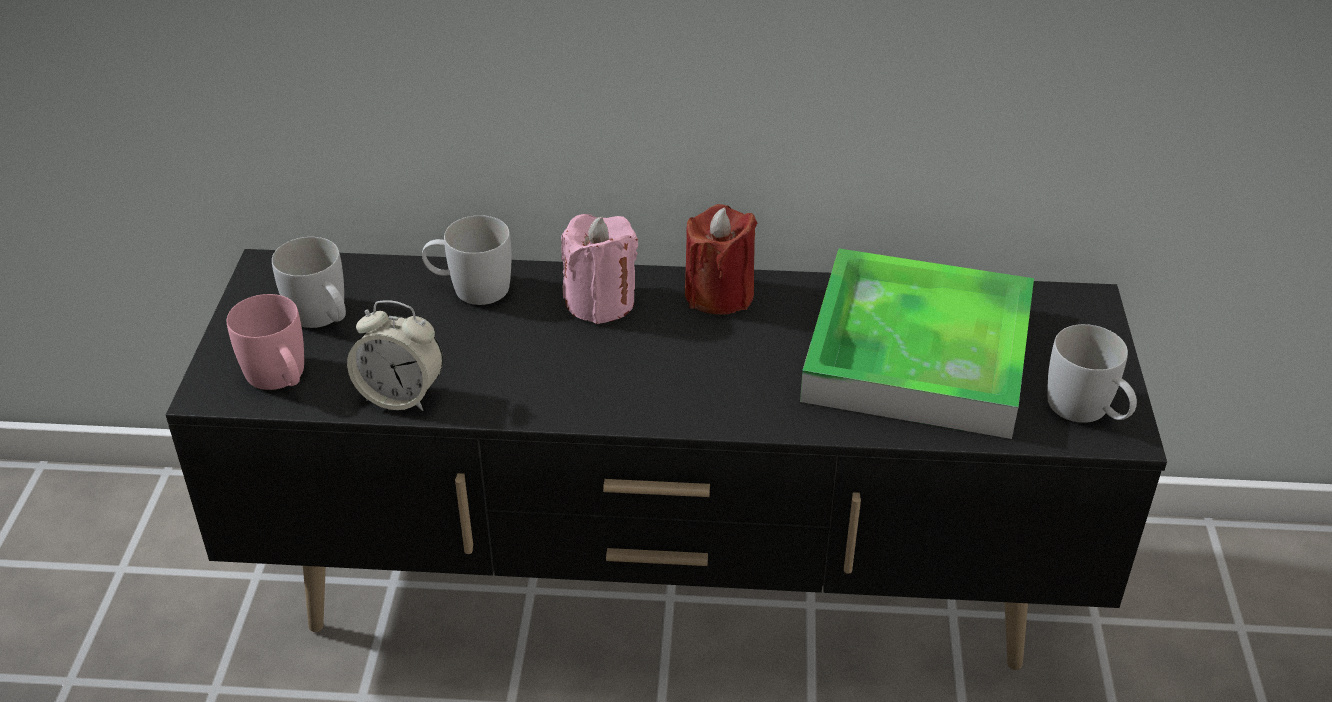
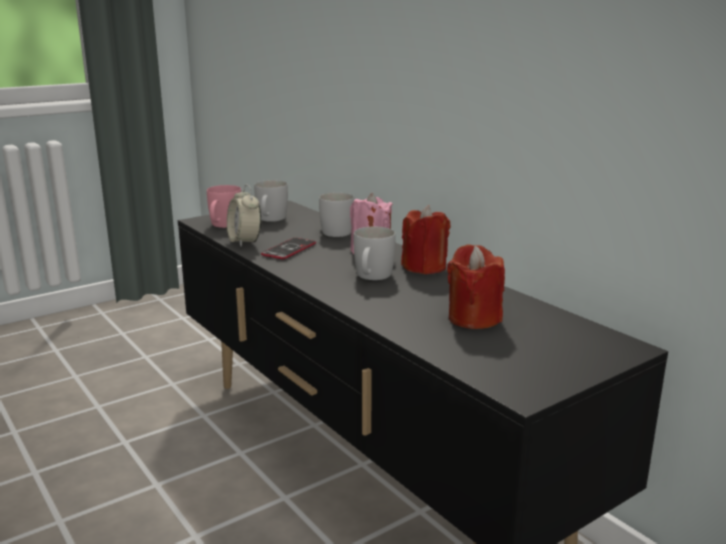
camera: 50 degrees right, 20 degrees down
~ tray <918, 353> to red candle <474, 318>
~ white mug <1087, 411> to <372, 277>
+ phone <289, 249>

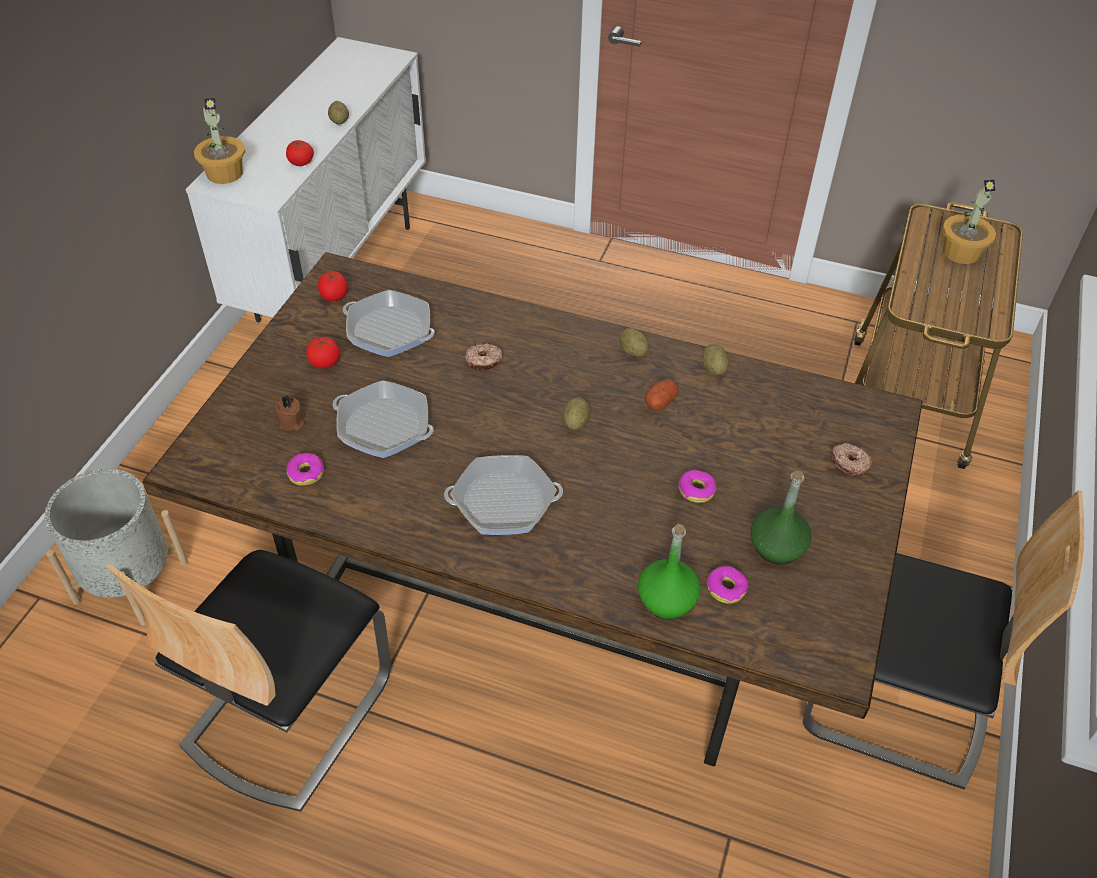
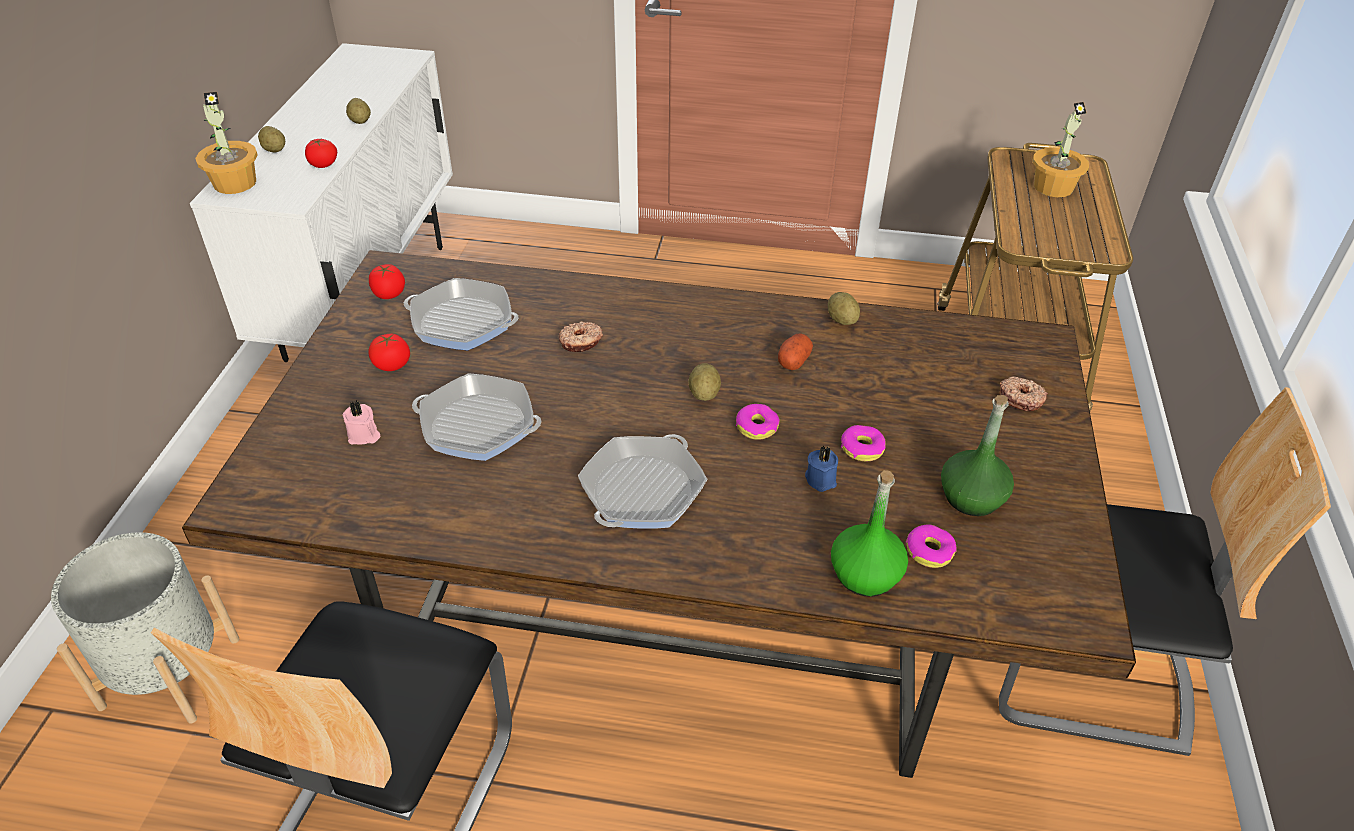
camera: 10 degrees left, 5 degrees down
~ potato <633, 351> to <274, 150>
~ brown candle <292, 422> to pink candle <364, 435>
~ donut <306, 473> to <757, 427>
~ frying pan <503, 502> = <642, 491> 135 degrees clockwise
+ blue candle <821, 478>

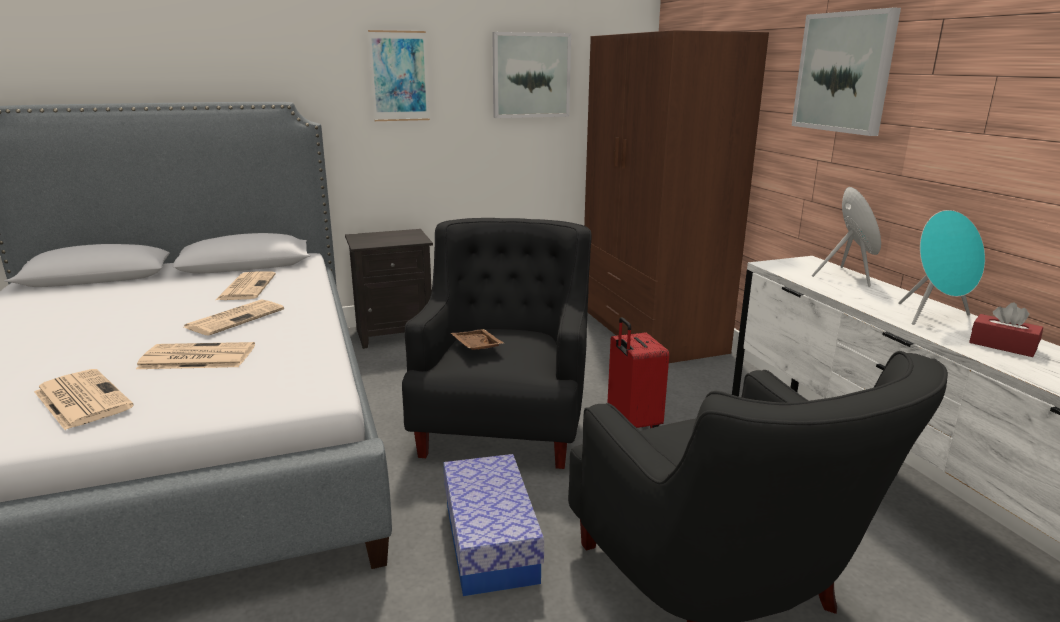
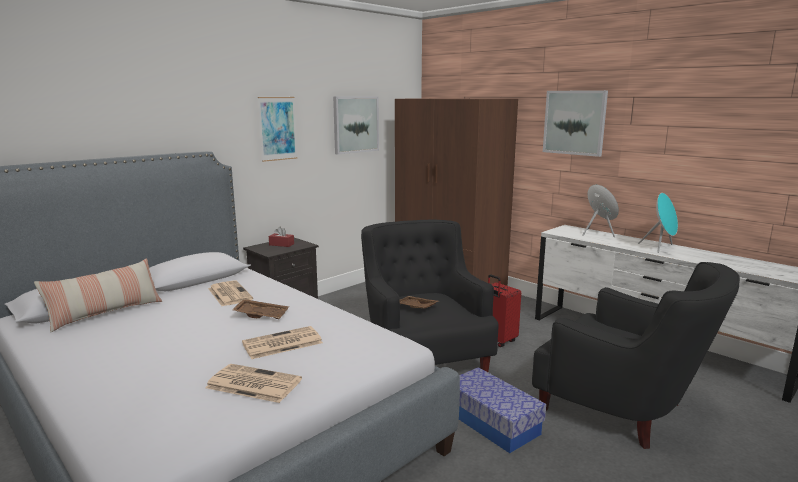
camera: 25 degrees left, 5 degrees down
~ newspaper <235, 318> to brown tray <262, 314>
~ red tissue box <1002, 345> to <281, 244>
+ pillow <105, 313>

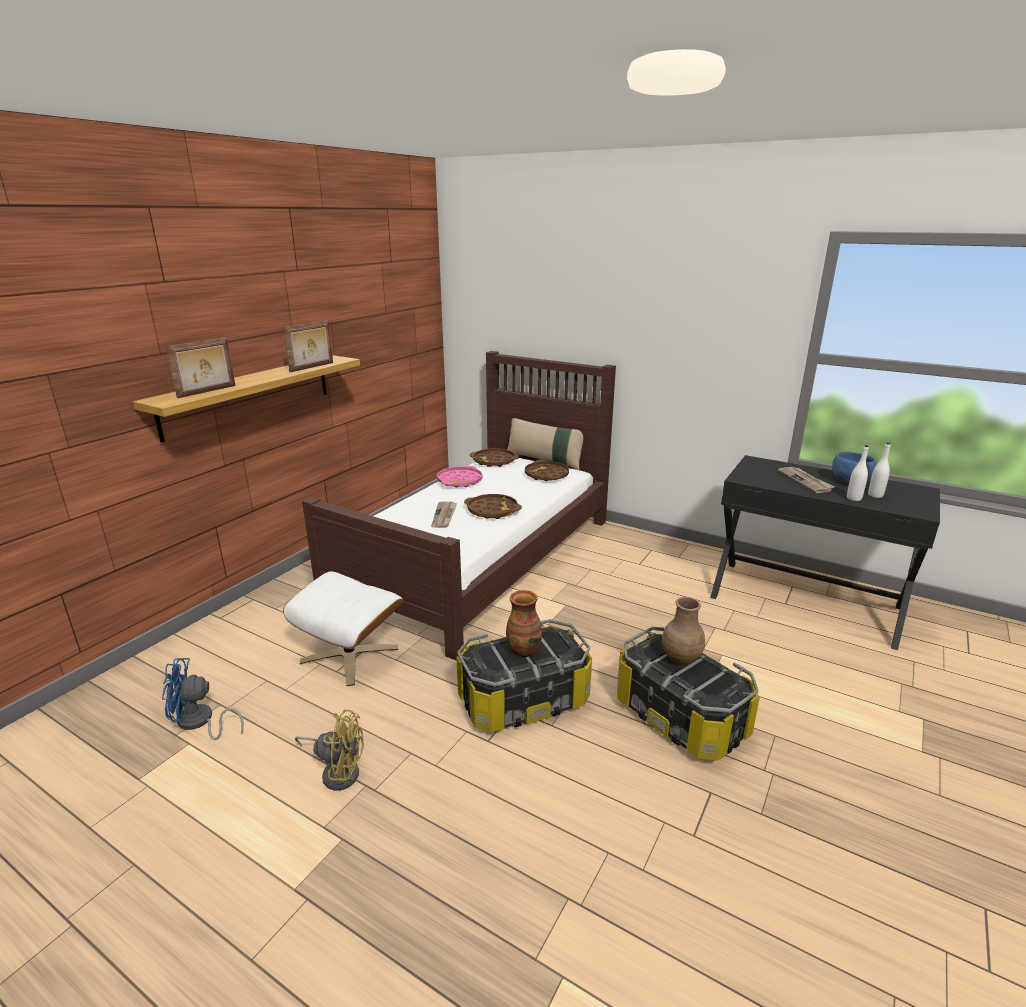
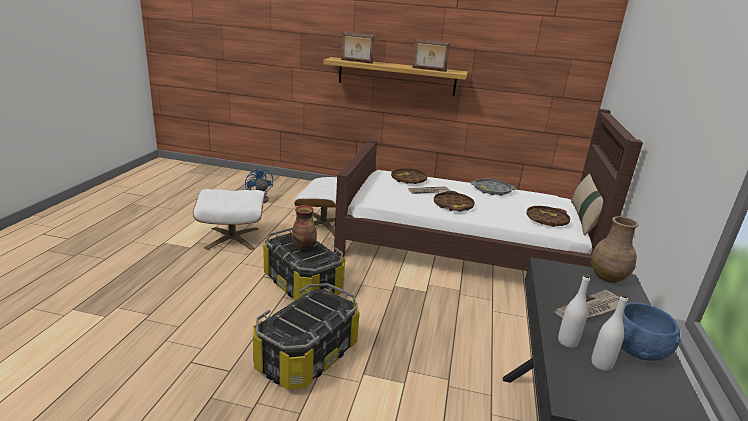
camera: 70 degrees right, 0 degrees up
~ brown tray <494, 461> to <408, 179>
~ pink tray <459, 481> to grey tray <492, 190>
~ brown vase <681, 658> to <608, 277>
~ yellow fan <337, 771> to white ottoman <232, 238>

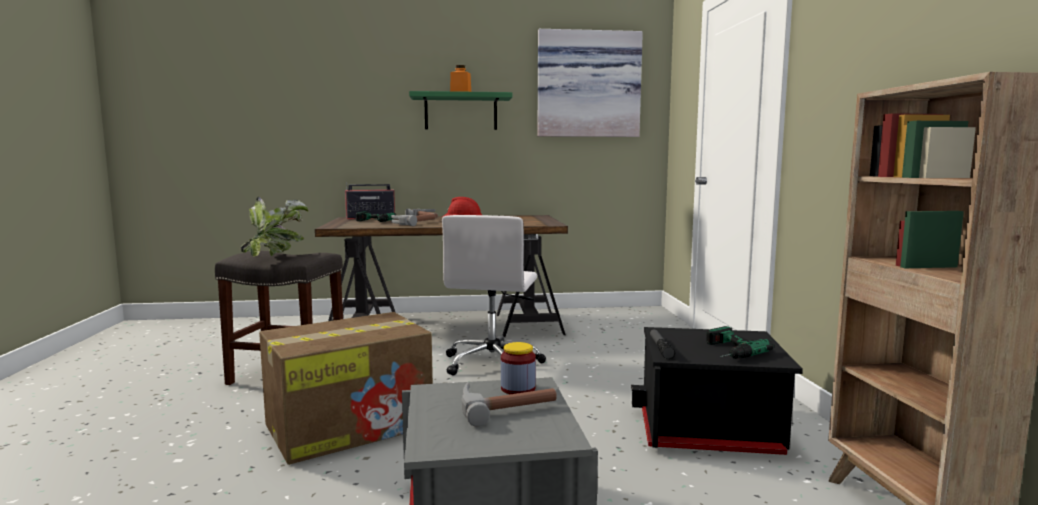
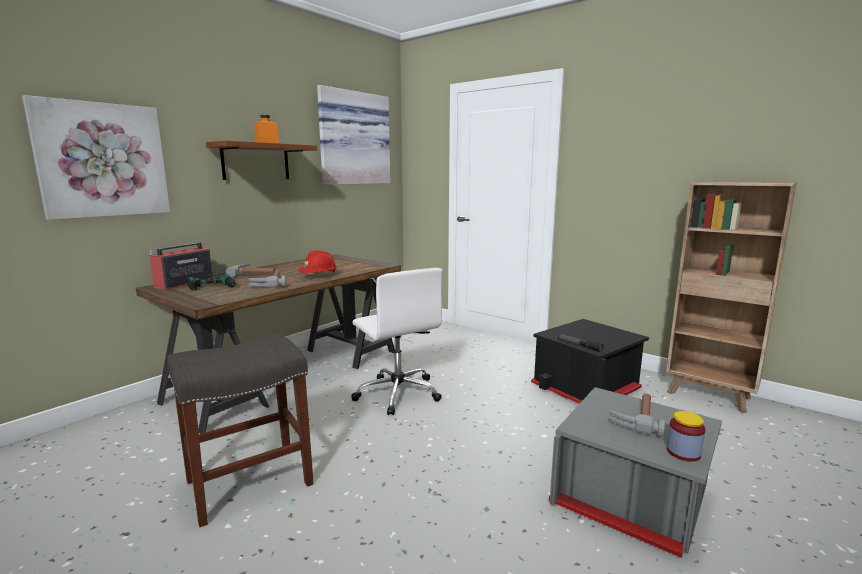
camera: 45 degrees left, 5 degrees up
~ green shelf <461, 112> to brown shelf <256, 162>
- potted plant <275, 256>
- cardboard box <351, 425>
- power drill <726, 351>
~ jar <518, 388> to <683, 452>
+ picture <102, 160>

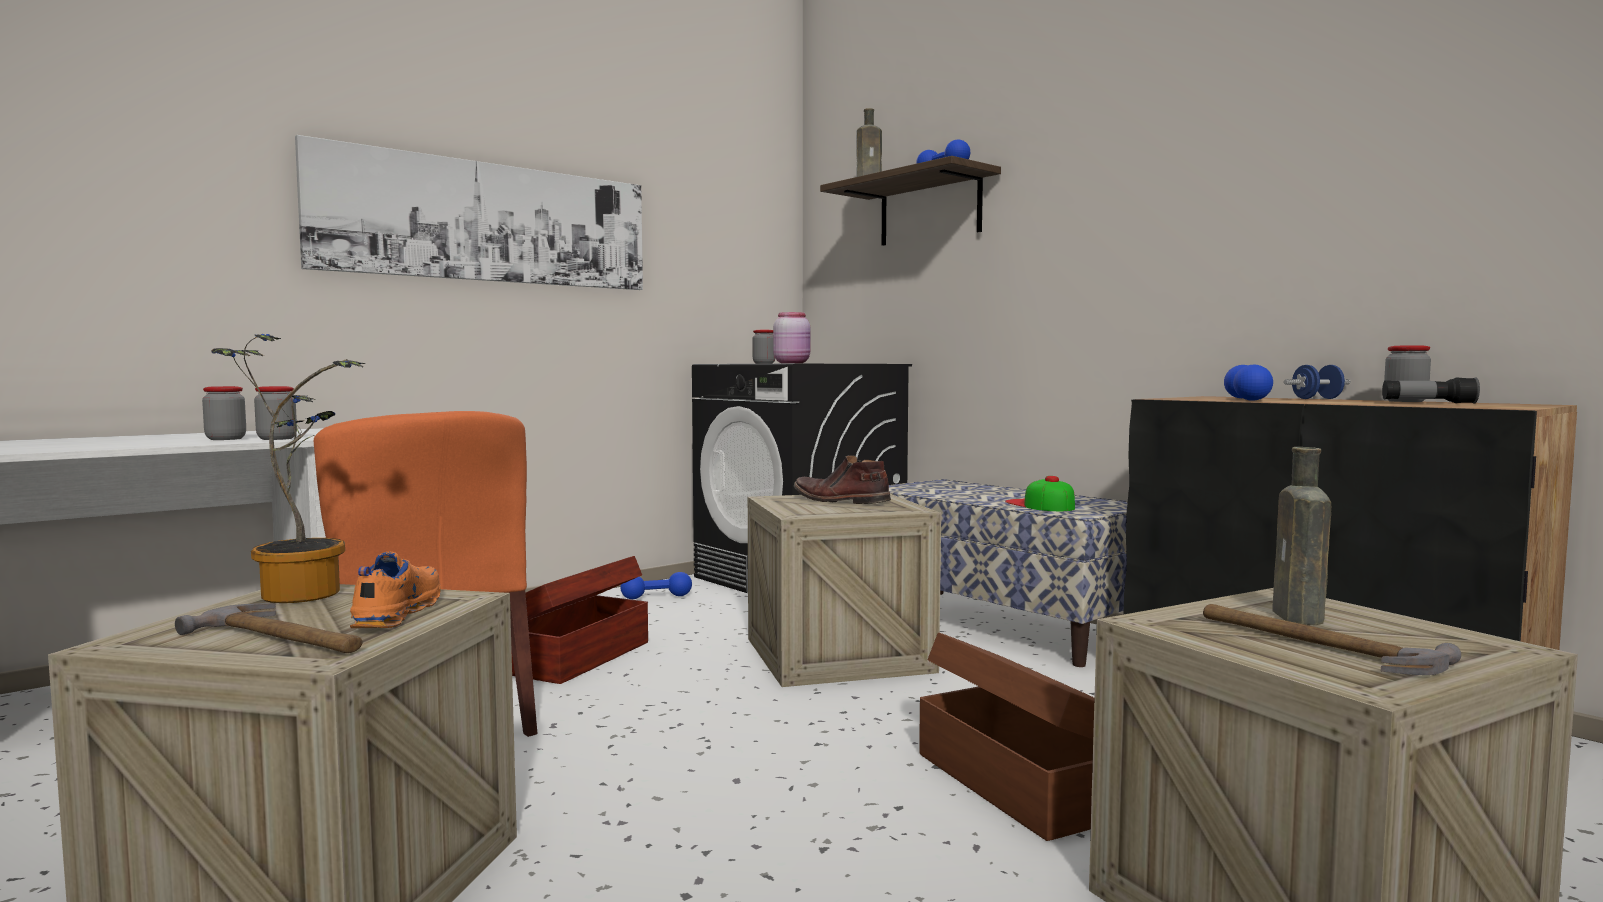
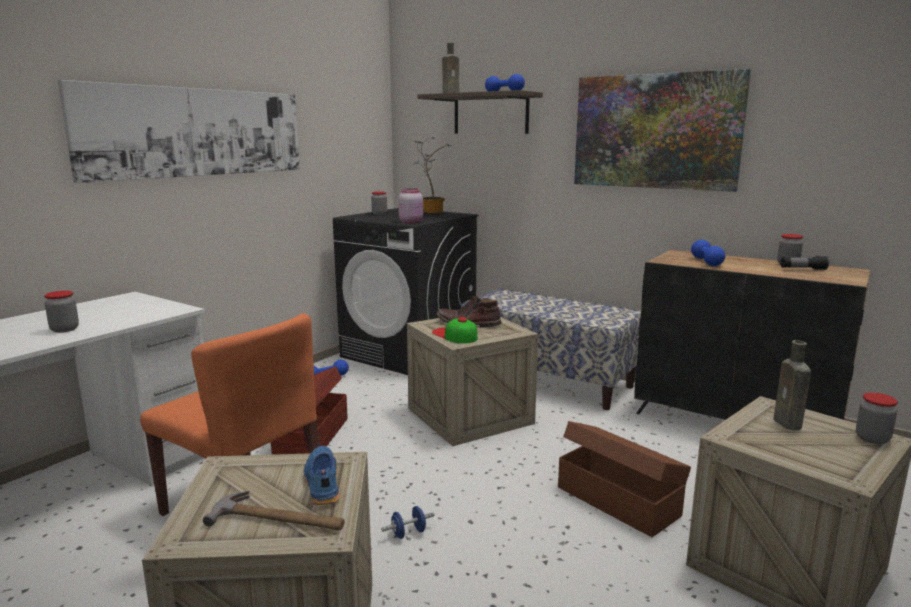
camera: 15 degrees left, 10 degrees up
~ potted plant <303, 592> to <431, 212>
~ blue dumbbell <1317, 399> to <408, 533>
~ jar <277, 438> to <872, 439>
~ cap <1040, 505> to <454, 335>
~ orange shoe <395, 614> to blue shoe <321, 484>
- hammer <1312, 644>
+ picture <655, 131>

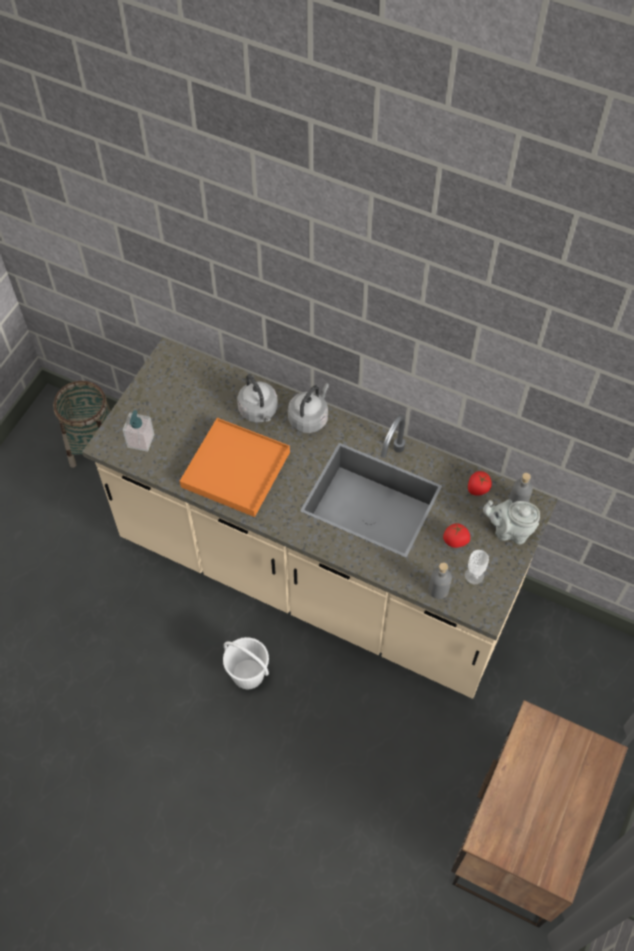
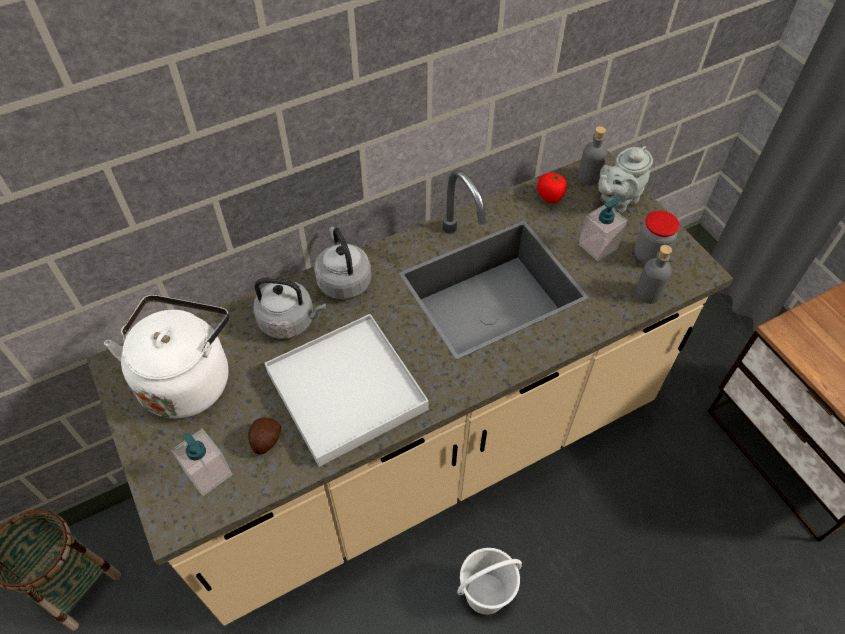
camera: 55 degrees left, 5 degrees down
~ orange tray <236, 470> to white tray <347, 391>
~ tomato <456, 540> to soap dispenser <598, 246>
~ cup <474, 575> to jar <649, 255>
+ white kettle <187, 378>
+ potato <265, 441>

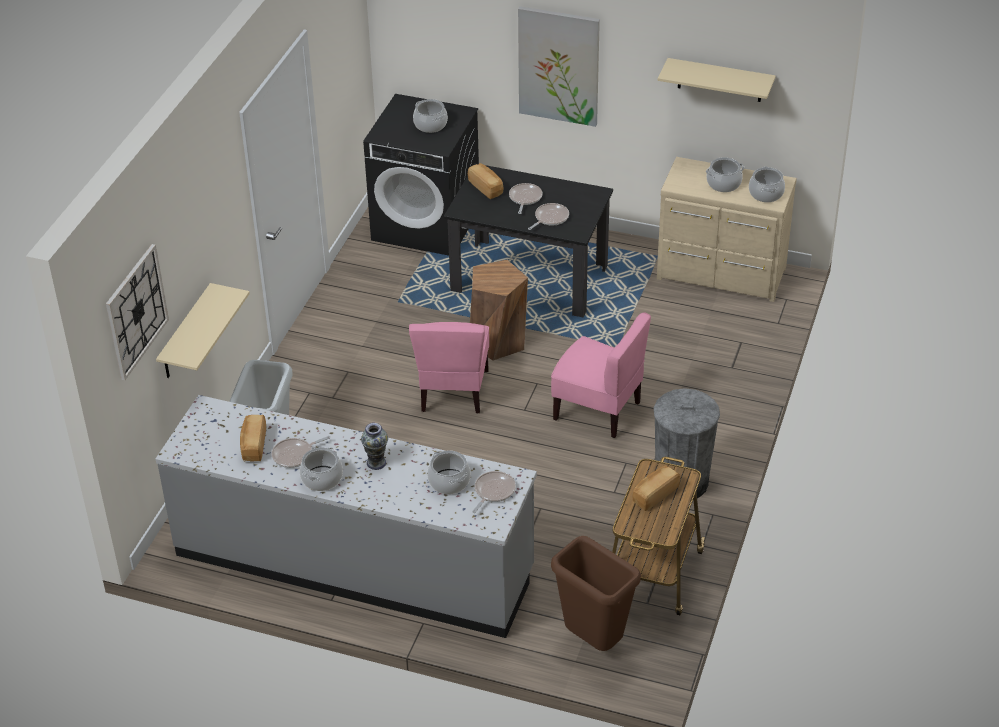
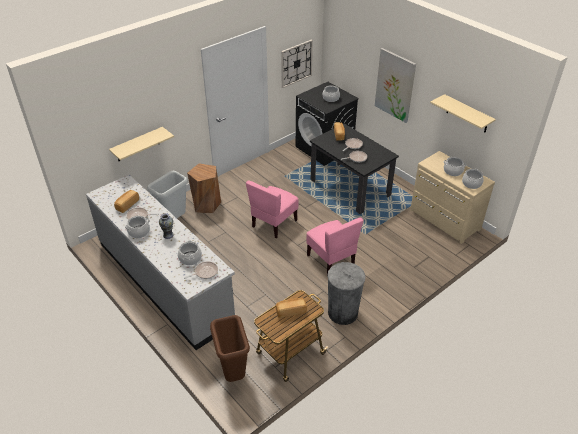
camera: 30 degrees right, 0 degrees up
~ wall clock <136, 311> to <296, 63>
~ brown stool <497, 341> to <206, 204>

